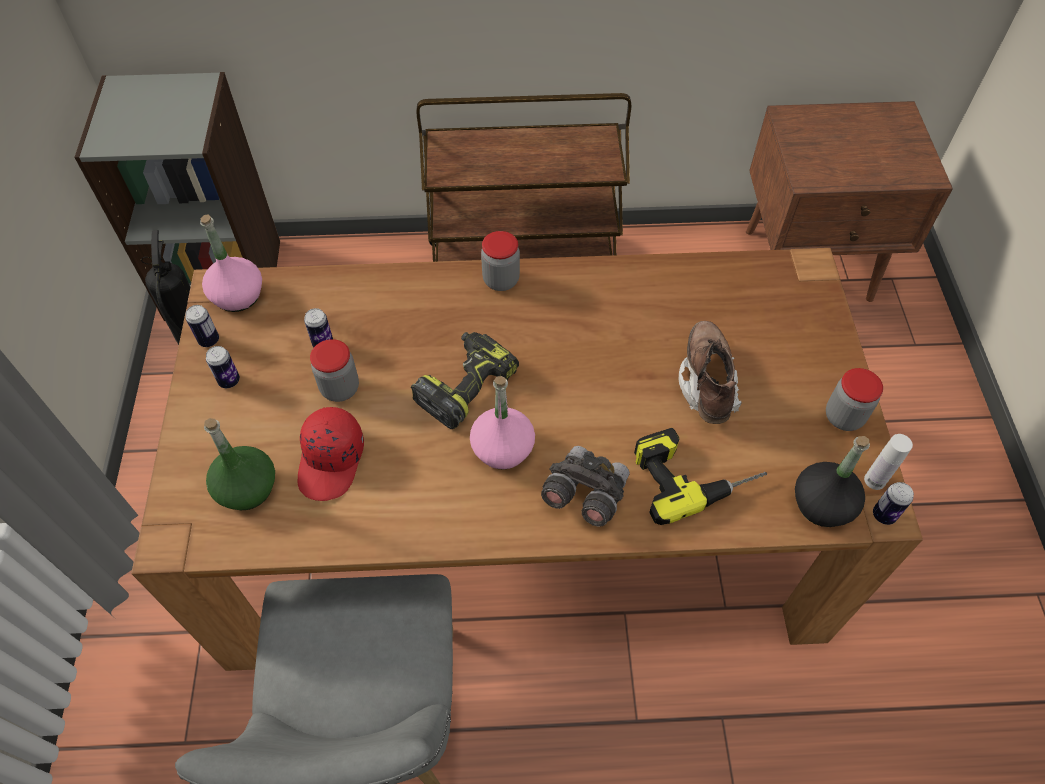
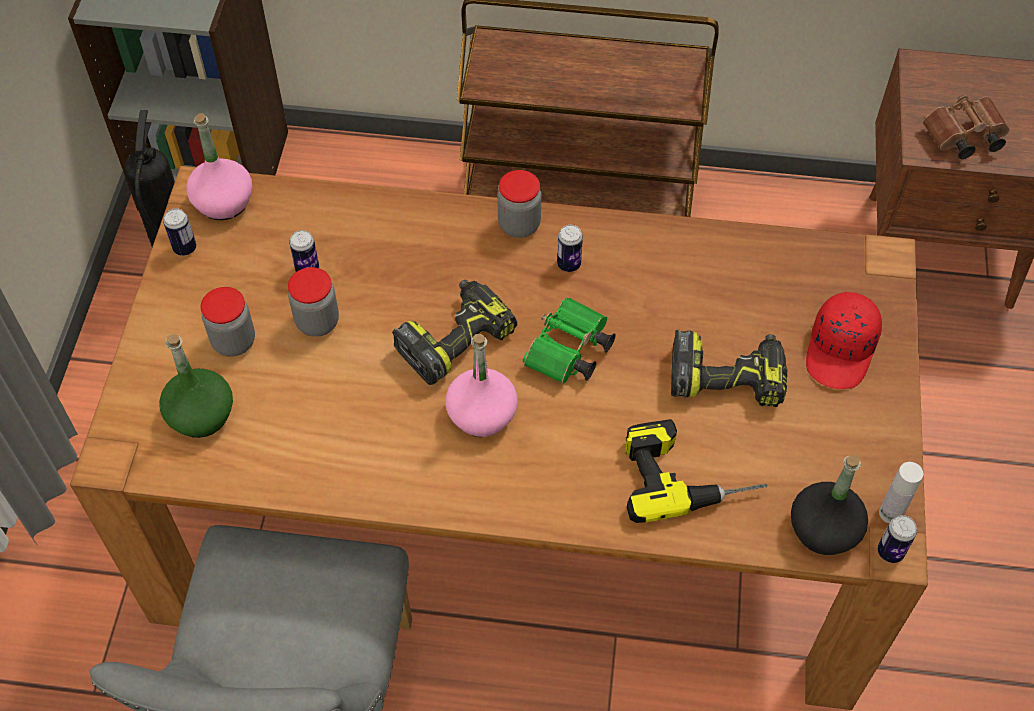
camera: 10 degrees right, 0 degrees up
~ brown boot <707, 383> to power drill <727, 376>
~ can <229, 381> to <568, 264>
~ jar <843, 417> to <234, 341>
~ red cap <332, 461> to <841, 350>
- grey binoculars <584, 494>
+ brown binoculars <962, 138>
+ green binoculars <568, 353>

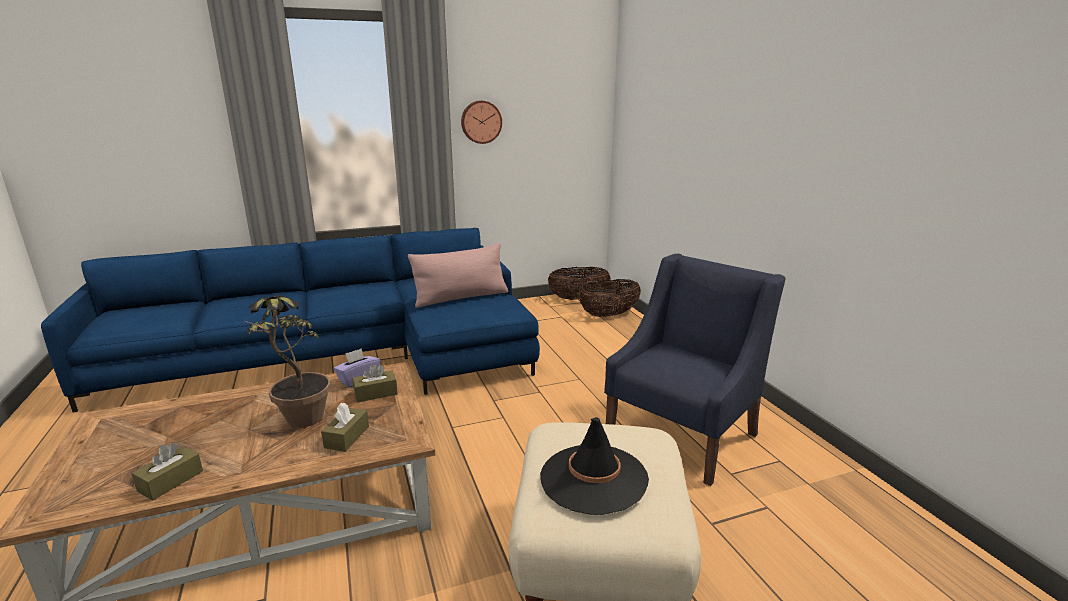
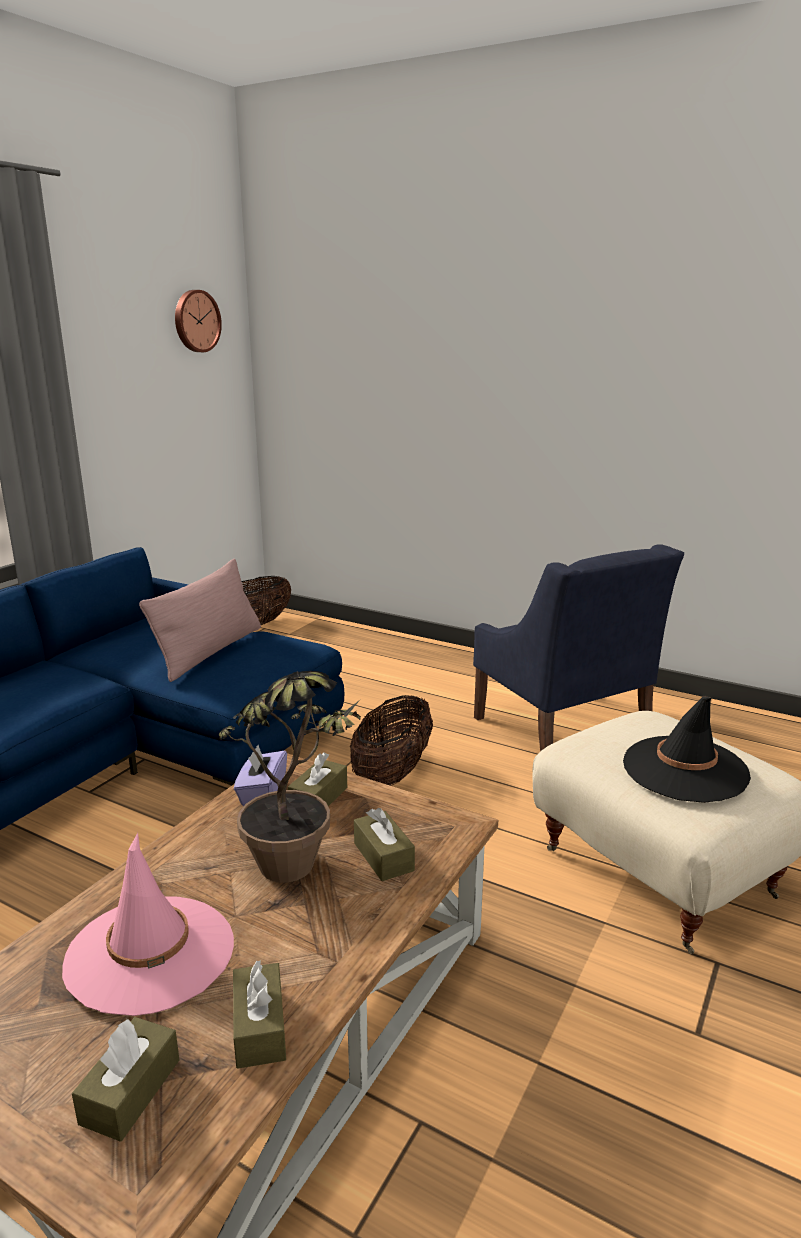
camera: 40 degrees left, 0 degrees up
~ wall clock <481, 122> to <196, 321>
~ blue armchair <683, 434> = <562, 729> 150 degrees clockwise
~ basket <609, 315> to <392, 773>
+ pink hat <150, 953>
+ brown tissue box <130, 1091>

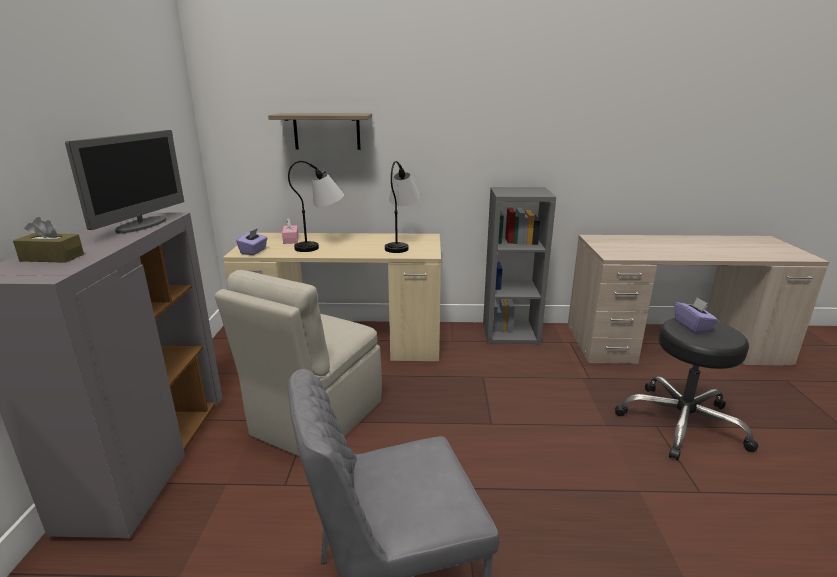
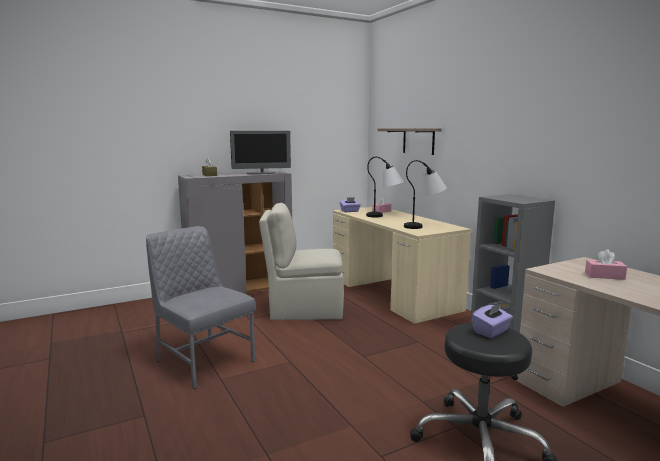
camera: 60 degrees right, 10 degrees down
+ pink tissue box <604, 276>

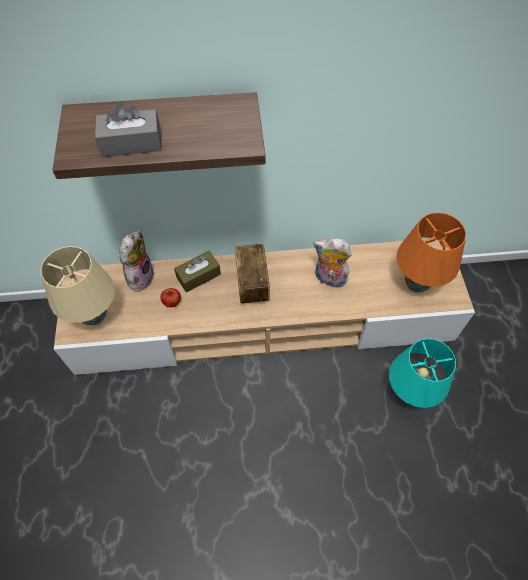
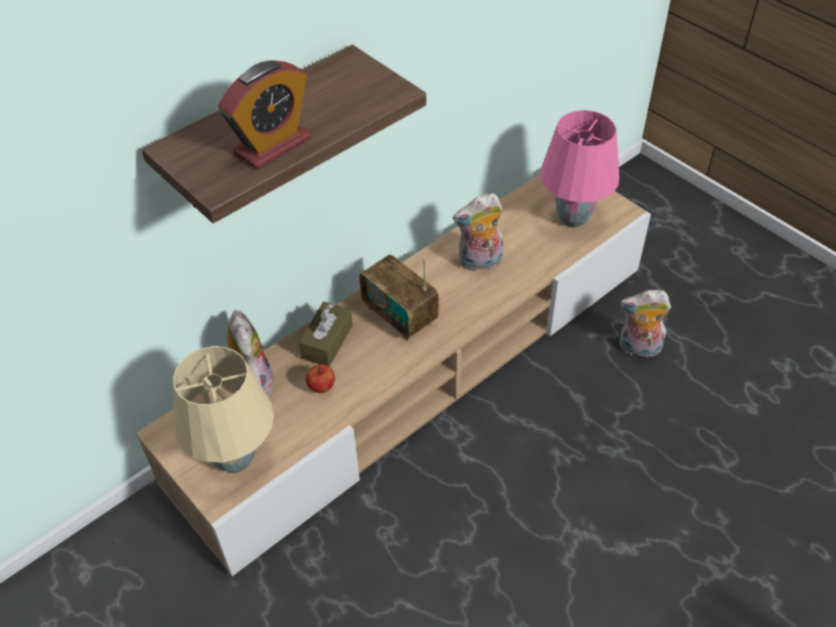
camera: 35 degrees left, 10 degrees down
~ grey tissue box <131, 143> to alarm clock <272, 145>
~ orange table lamp <417, 284> to pink table lamp <573, 218>
~ turquoise table lamp <409, 393> to plush toy <638, 348>

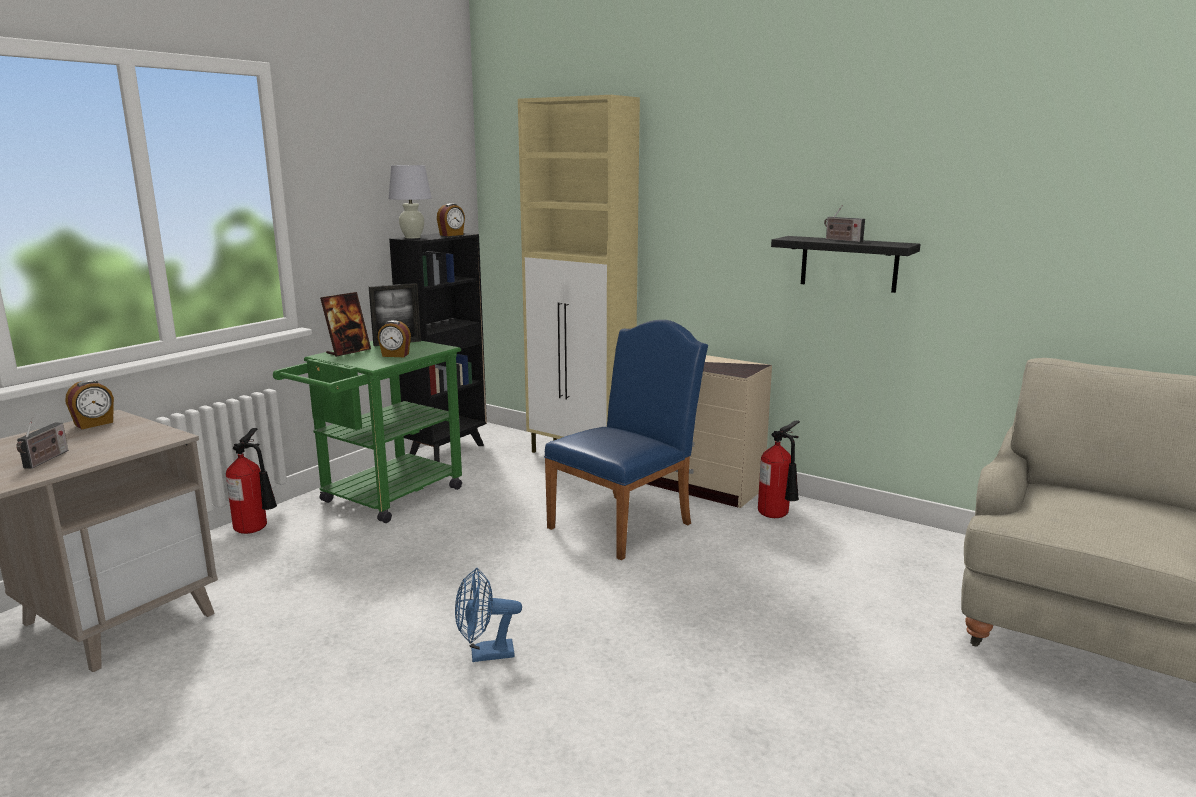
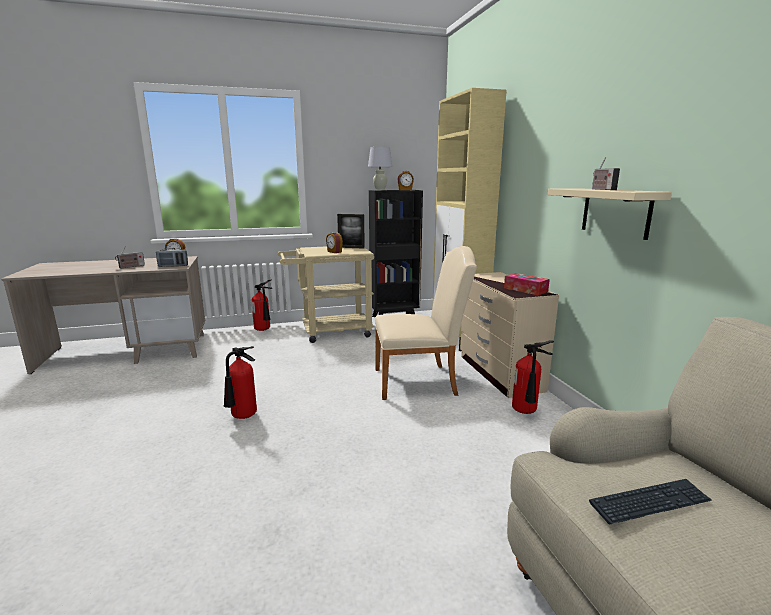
camera: 40 degrees right, 0 degrees up
~ black shelf <849, 264> to beige shelf <615, 212>
- picture frame <348, 352>
~ blue chair <626, 522> to beige chair <421, 381>
~ green cart <383, 499> to beige cart <329, 332>
~ blue fan <485, 655> to fire extinguisher <242, 417>
+ radio <173, 266>
+ tissue box <525, 290>
+ keyboard <650, 503>

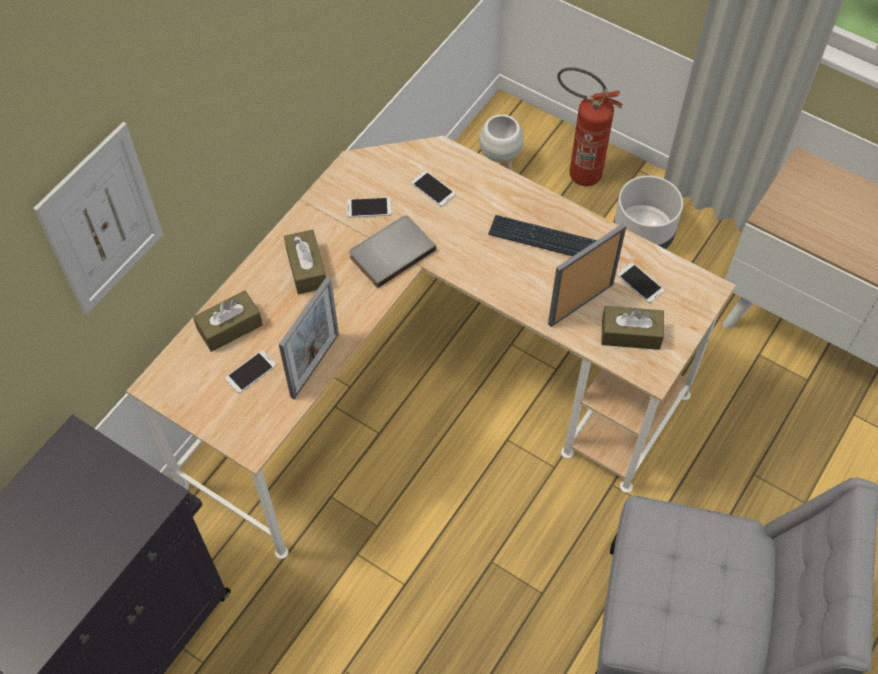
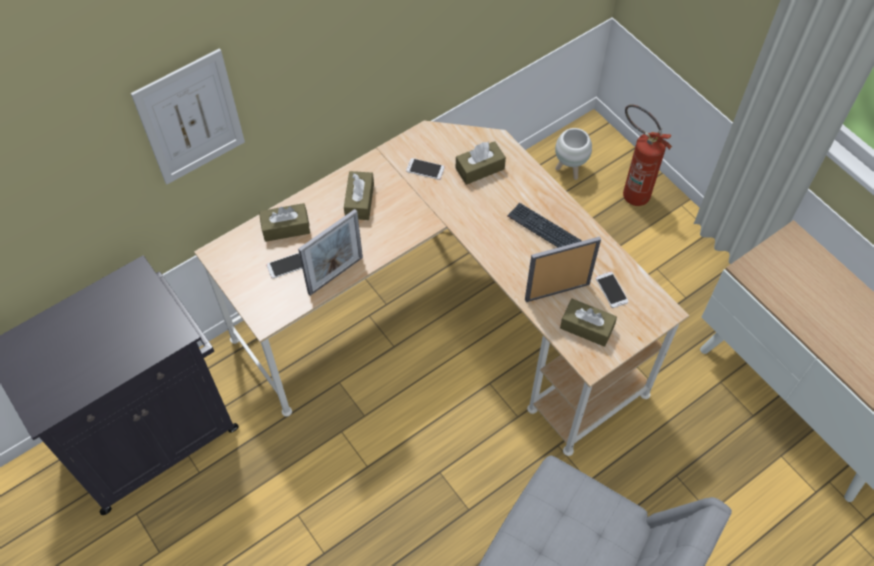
camera: 20 degrees right, 0 degrees up
~ phone <433, 189> to brown tissue box <480, 168>
- grey planter <642, 234>
- grey book <390, 251>

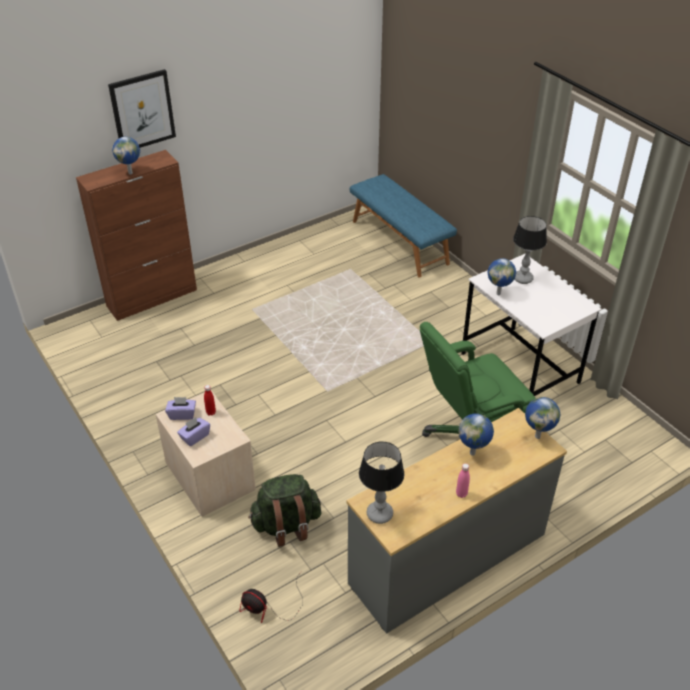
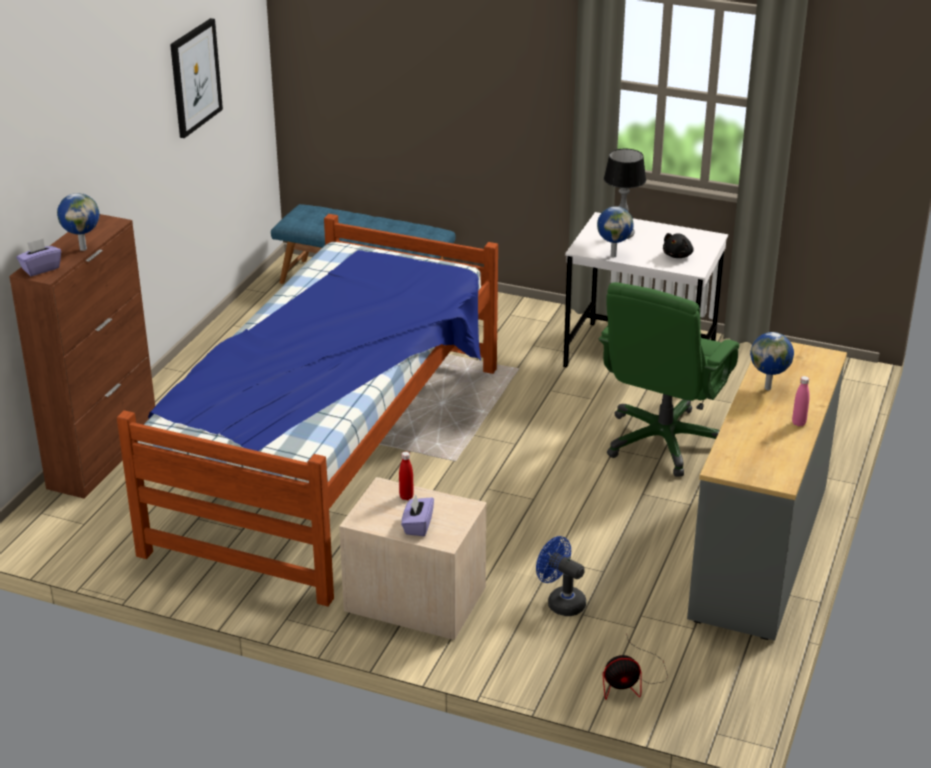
camera: 35 degrees left, 10 degrees down
~ picture <142, 110> to <195, 77>
~ purple tissue box <182, 414> to <41, 269>
- globe <537, 436>
- table lamp <379, 514>
~ green backpack <286, 525> to blue fan <561, 602>
+ bed <334, 455>
+ black plush toy <678, 255>

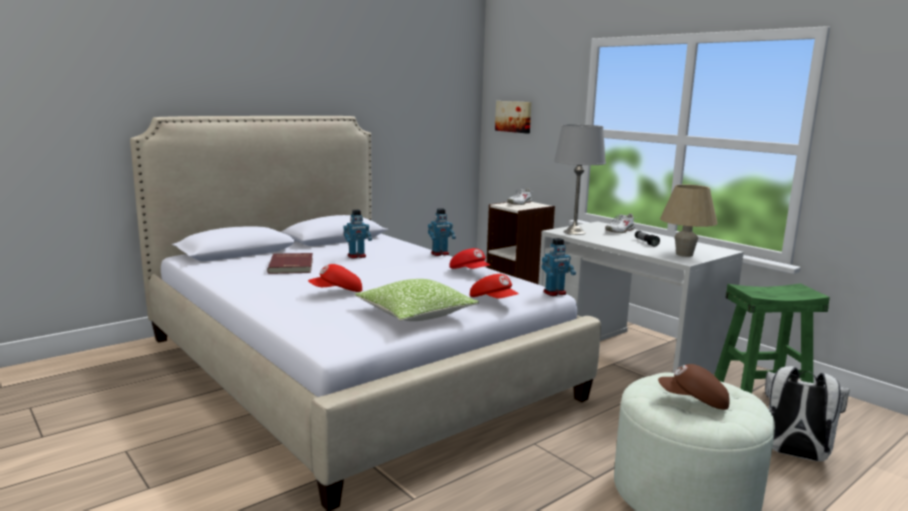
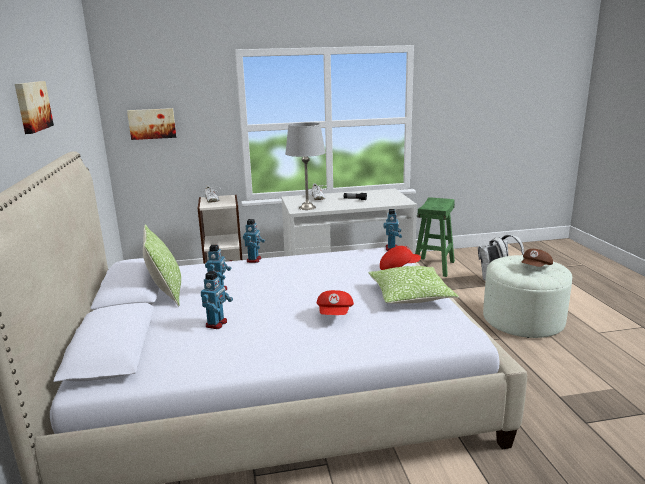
camera: 60 degrees left, 5 degrees up
- beige table lamp <684, 254>
- red cap <470, 272>
~ red book <292, 266> to toy robot <217, 324>
+ picture <32, 106>
+ pillow <166, 293>

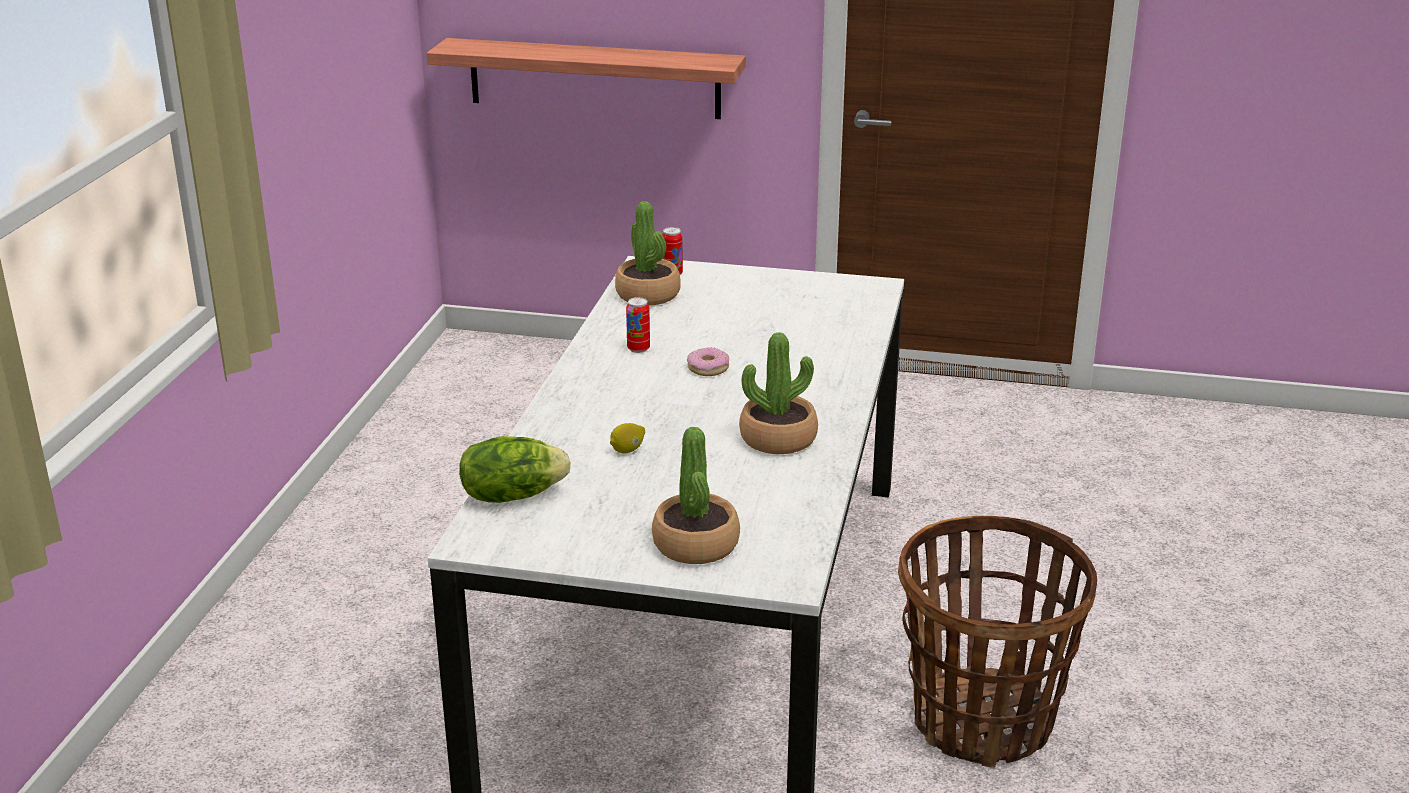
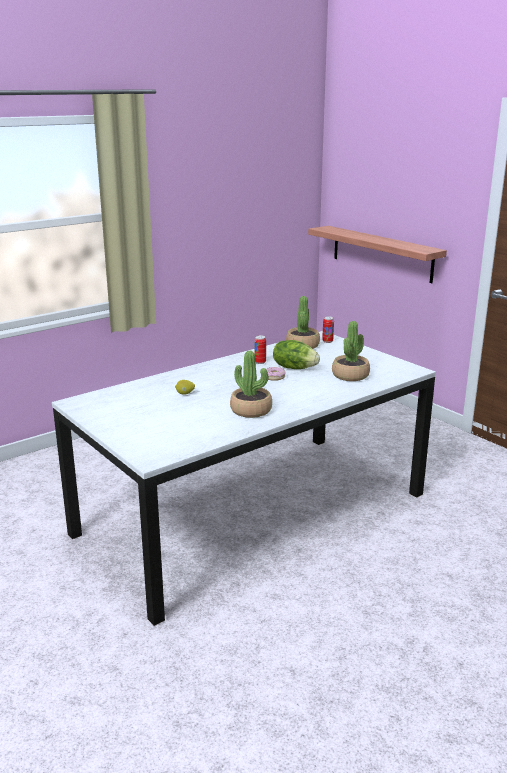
camera: 40 degrees right, 5 degrees down
~ potted plant <696, 544> to <350, 375>
~ lettuce <512, 495> to <294, 367>
- basket <982, 721>

